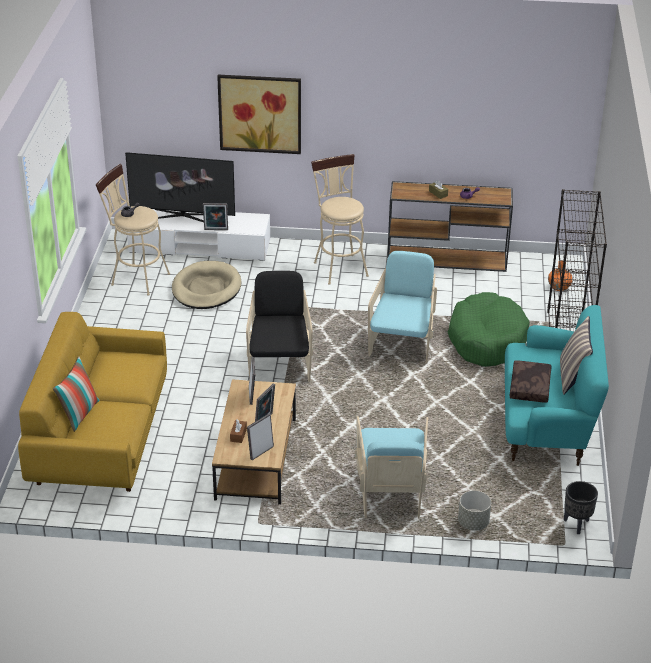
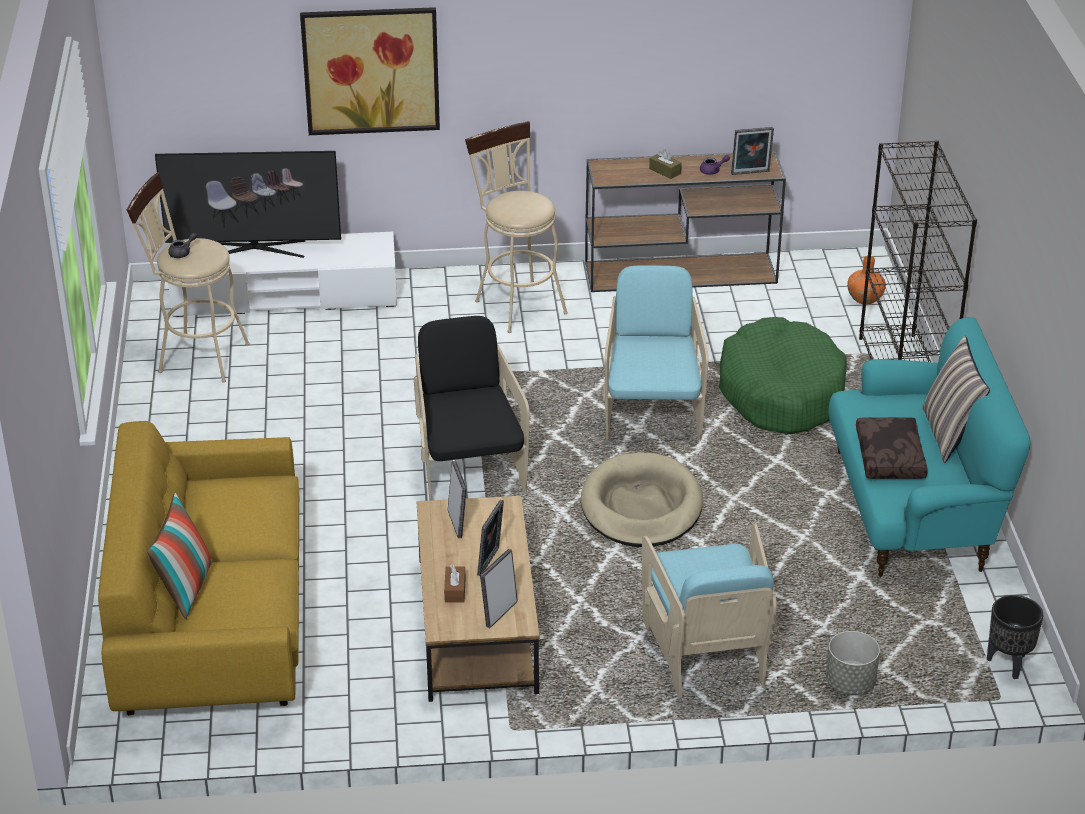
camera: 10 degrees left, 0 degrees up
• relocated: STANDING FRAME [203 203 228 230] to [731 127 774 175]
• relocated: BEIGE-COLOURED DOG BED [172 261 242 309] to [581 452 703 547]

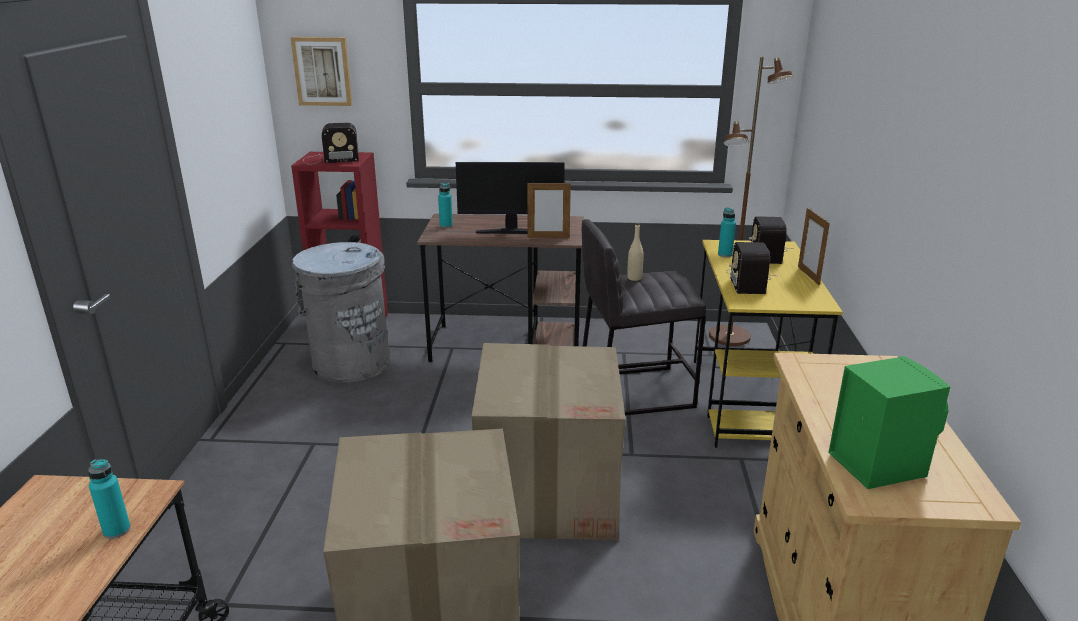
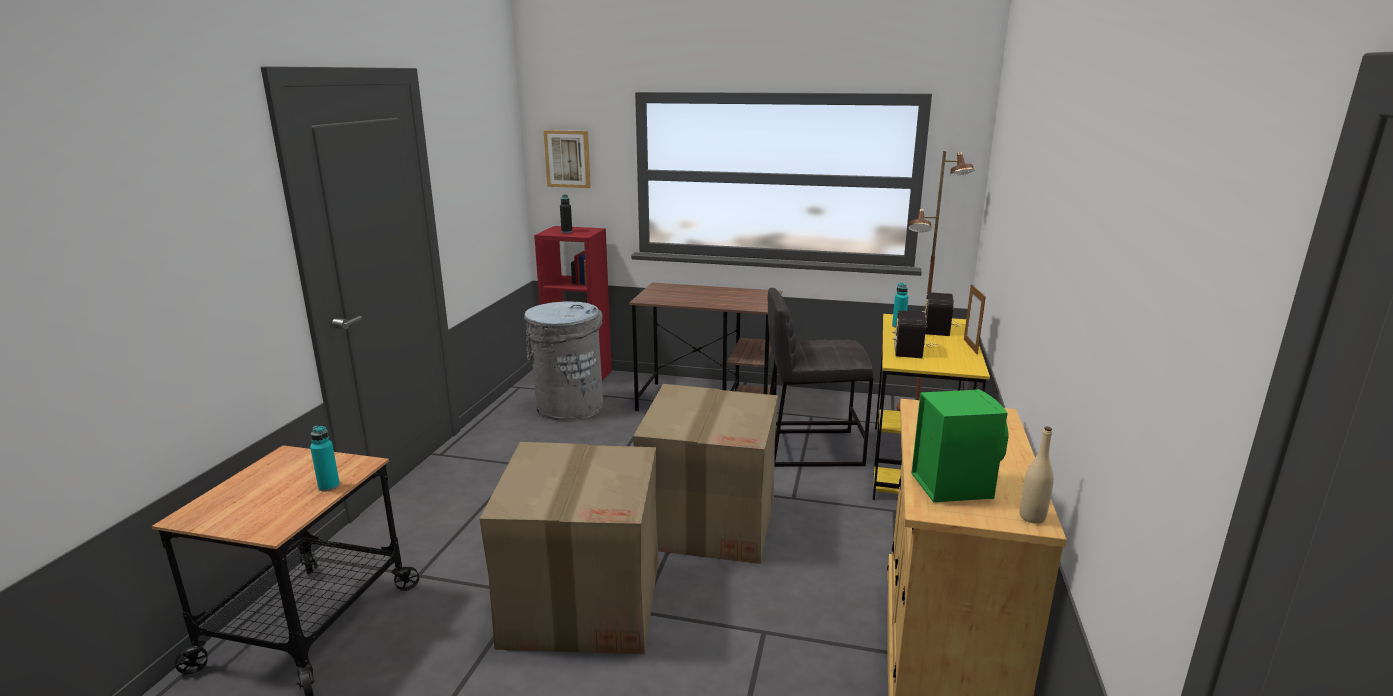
camera: 10 degrees right, 5 degrees down
• exchanged: RADIO RECEIVER [303 123 359 164] to BLACK-COLOURED DRINK BOTTLE [560 195 572 233]
• missing: COMPUTER SCREEN [456 162 565 234]
• missing: STANDING FRAME [527 181 571 238]
• missing: TURQUOISE-COLOURED DRINK BOTTLE [438 183 453 228]
• relocated: BEIGE-COLOURED DRINK BOTTLE [627 223 644 281] to [1020 427 1054 524]

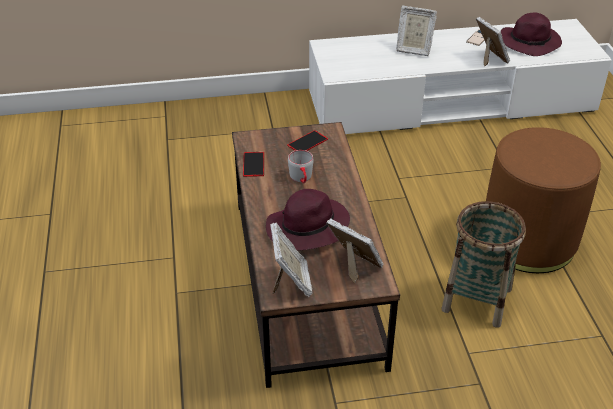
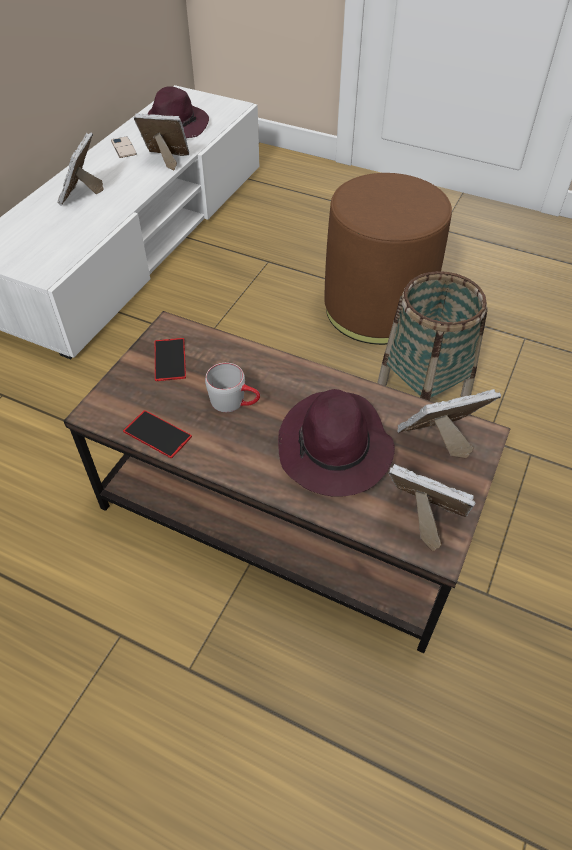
camera: 55 degrees left, 10 degrees up
• spun: STANDING FRAME [396 6 437 56] = [57 132 104 206] 135 degrees clockwise

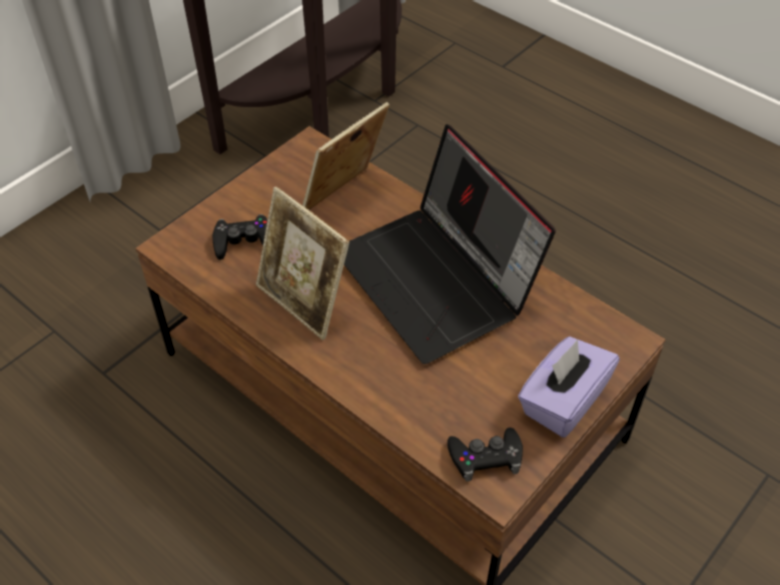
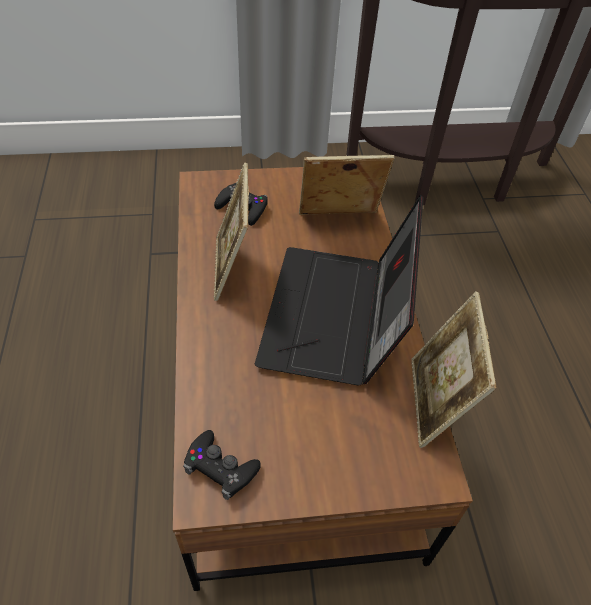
camera: 40 degrees right, 0 degrees up
• missing: PURPLISH BOX OF TISSUES [518 337 620 438]
• appeared: STANDING FRAME [411 291 496 448]

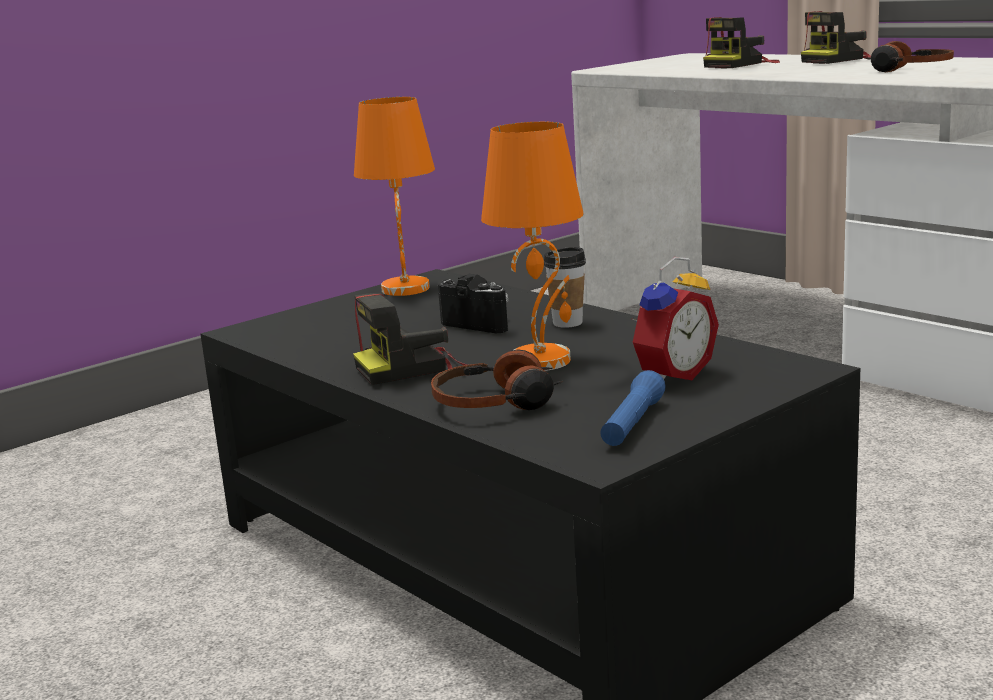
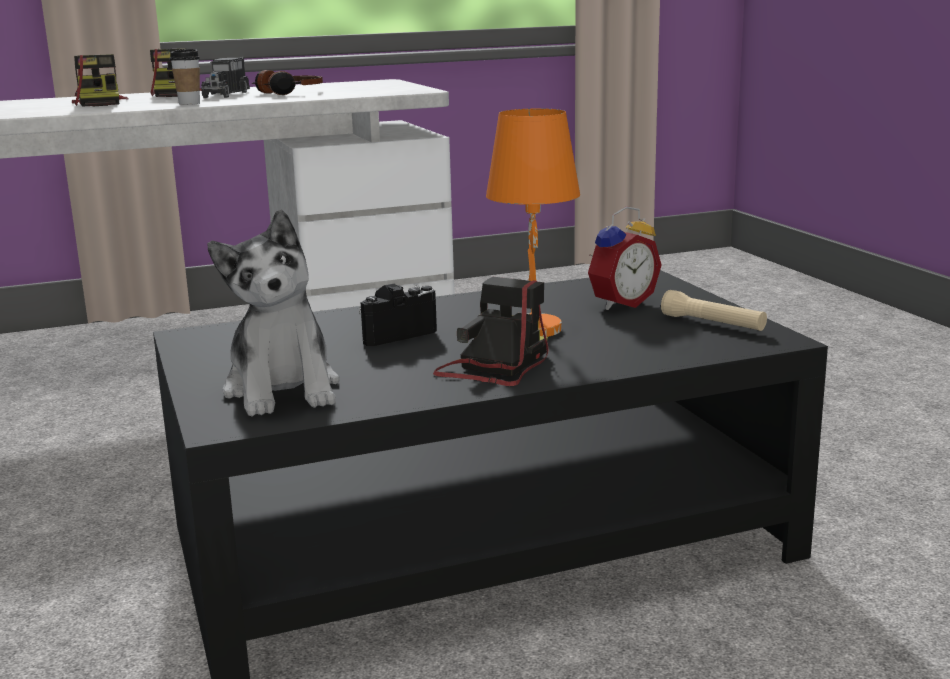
camera: 70 degrees left, 0 degrees up
• missing: ORANGE-COLOURED LAMP FOR A TABLE [354 97 435 296]
• relocated: CUP [544 247 586 328] to [170 49 200 105]
• spun: ALARM CLOCK [632 257 719 380] = [588 206 662 310] 75 degrees clockwise
• spun: PHOTO CAMERA [353 293 468 385] = [433 276 548 386] 150 degrees counterclockwise
• missing: PAIR OF HEADPHONES [431 349 563 410]
• colour: BLUE HAND TORCH [600 370 666 446] to BEIGE-COLOURED HAND TORCH [661 290 767 331]
• appeared: TOY TRUCK [201 57 250 98]
• appeared: SOFT TOY [207 209 340 417]

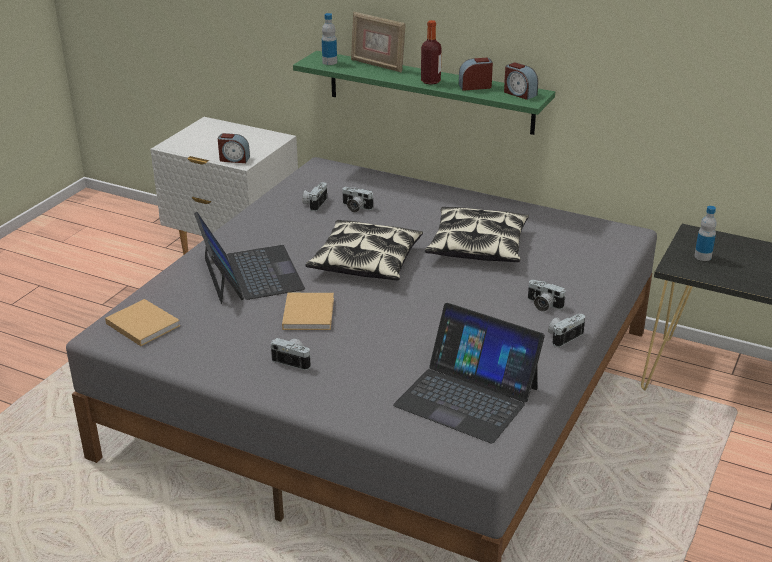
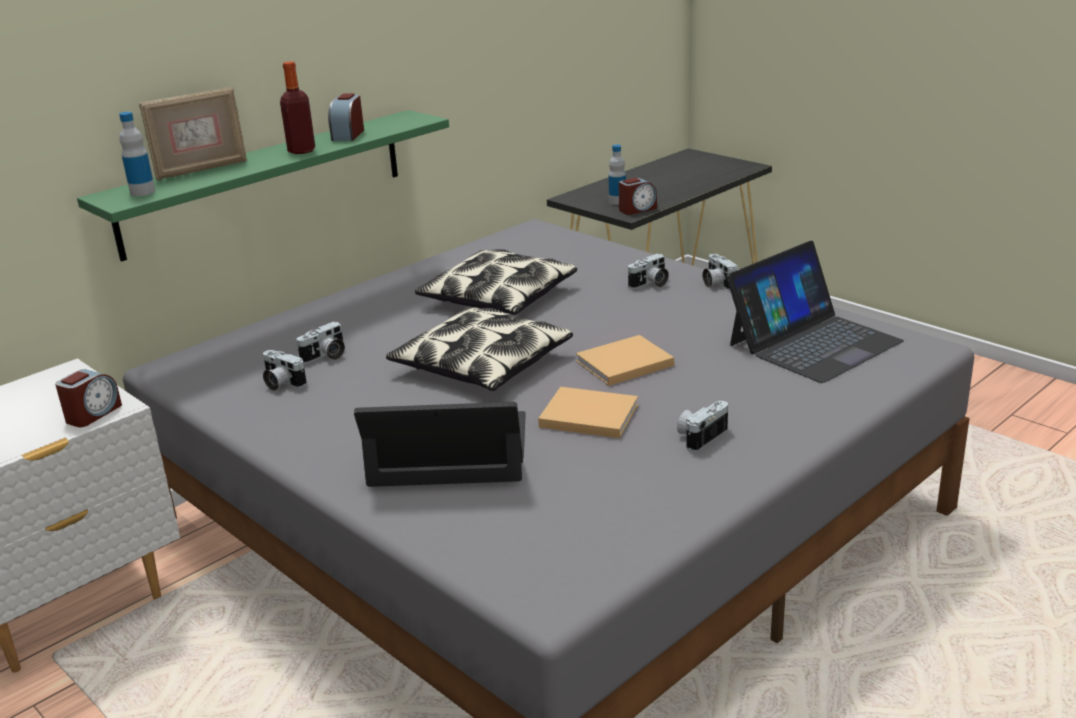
camera: 70 degrees left, 5 degrees down
• relocated: ALARM CLOCK [504 62 538 100] to [619 178 657 215]
• relocated: BEIGE-COLOURED BOUND BOOK [105 299 180 346] to [576 335 674 386]

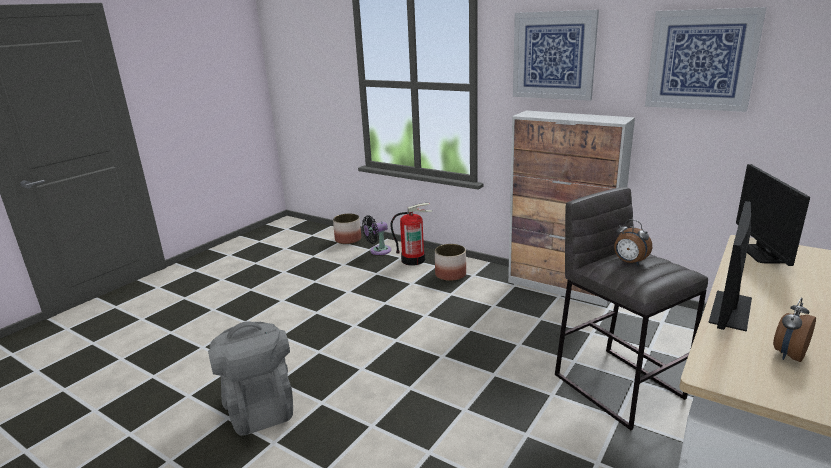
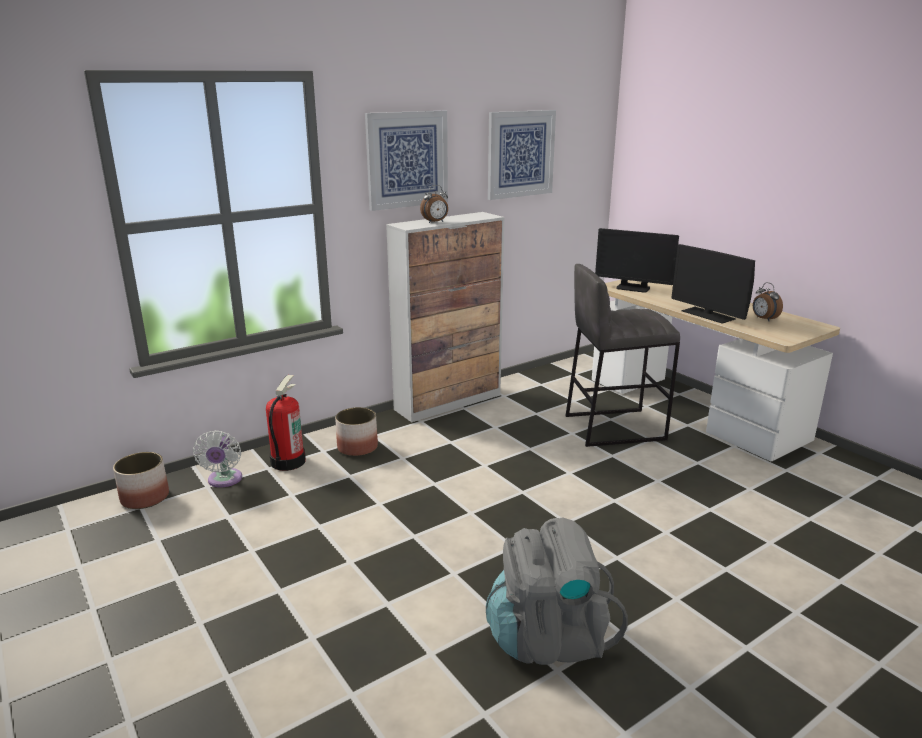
camera: 70 degrees left, 0 degrees up
• colour: BLACK-COLOURED FAN [362 216 391 255] to WHITE-COLOURED FAN [193 430 242 488]
• relocated: ALARM CLOCK [614 219 652 265] to [420 185 448 223]

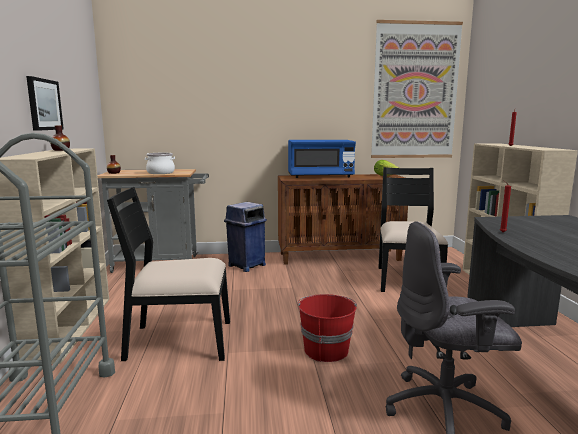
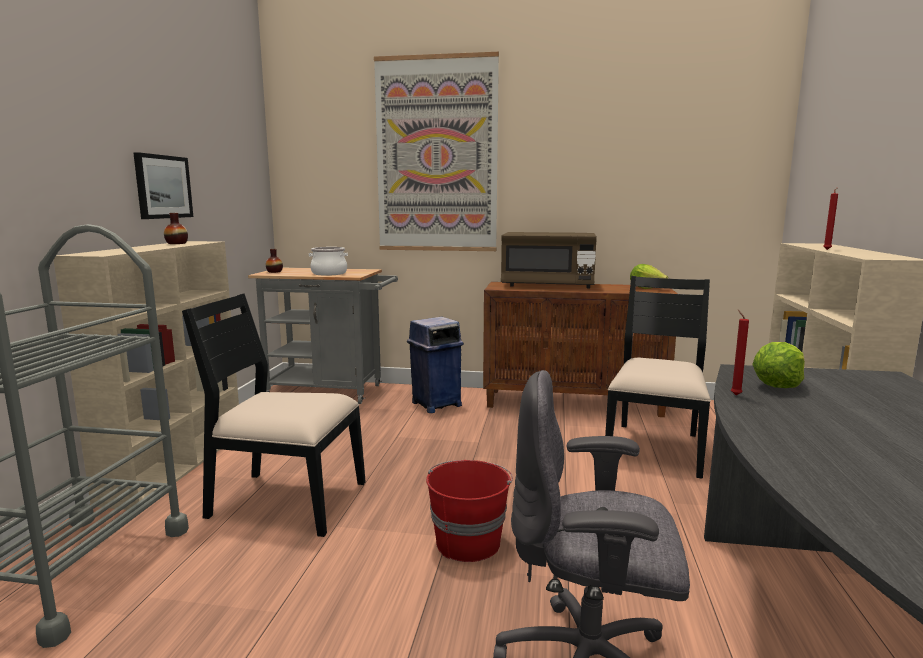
camera: 15 degrees right, 0 degrees up
• relocated: PICTURE [371 20 463 158] to [374 52 499 251]
• colour: BLUE MICROWAVE OVEN [288 140 356 178] to BROWNISH MICROWAVE OVEN [501 232 597 289]
• appeared: HEAD OF LETTUCE [752 342 805 388]

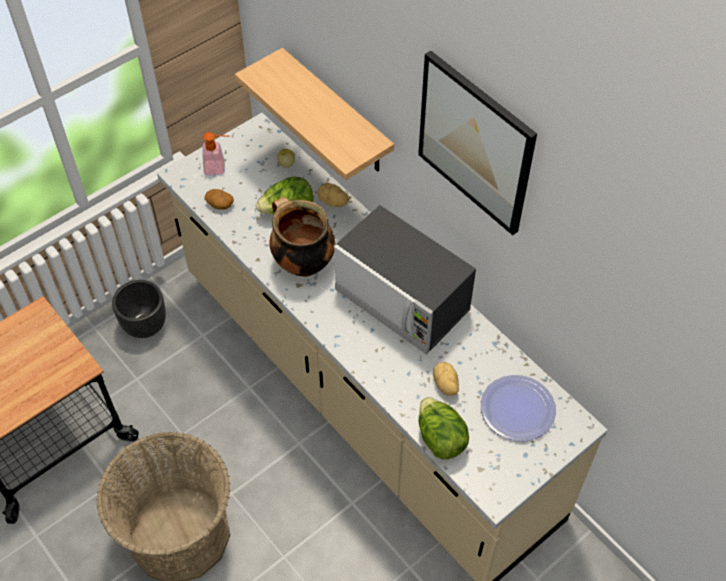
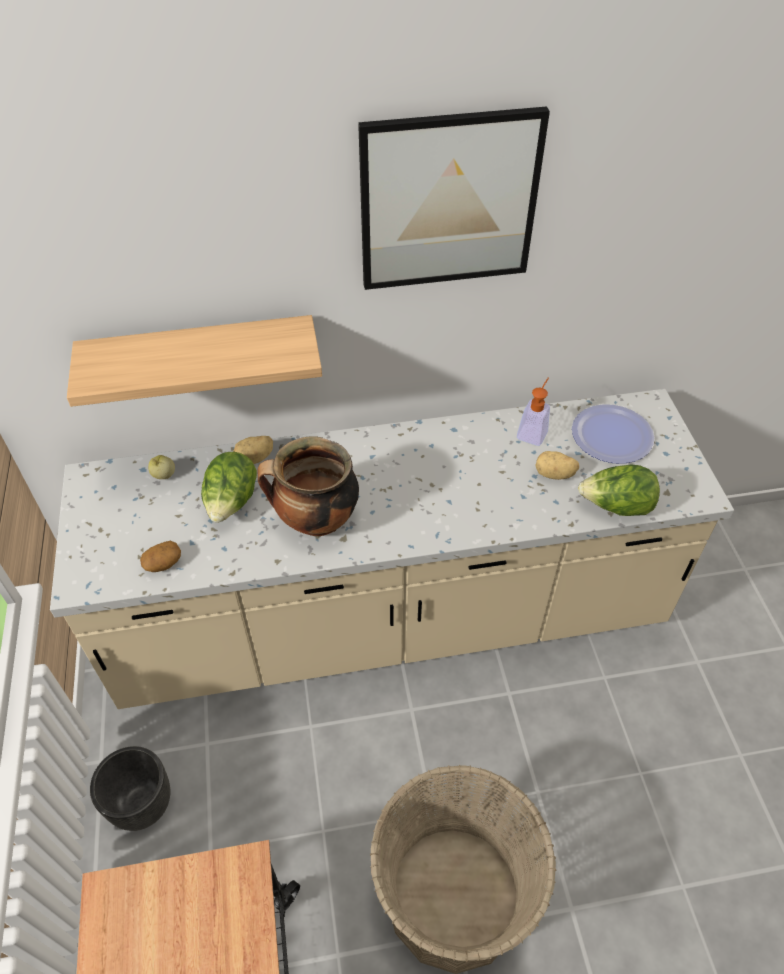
camera: 60 degrees left, 5 degrees down
• relocated: SOAP DISPENSER [202 132 229 175] to [517 377 550 446]
• missing: MICROWAVE OVEN [334 205 476 354]

